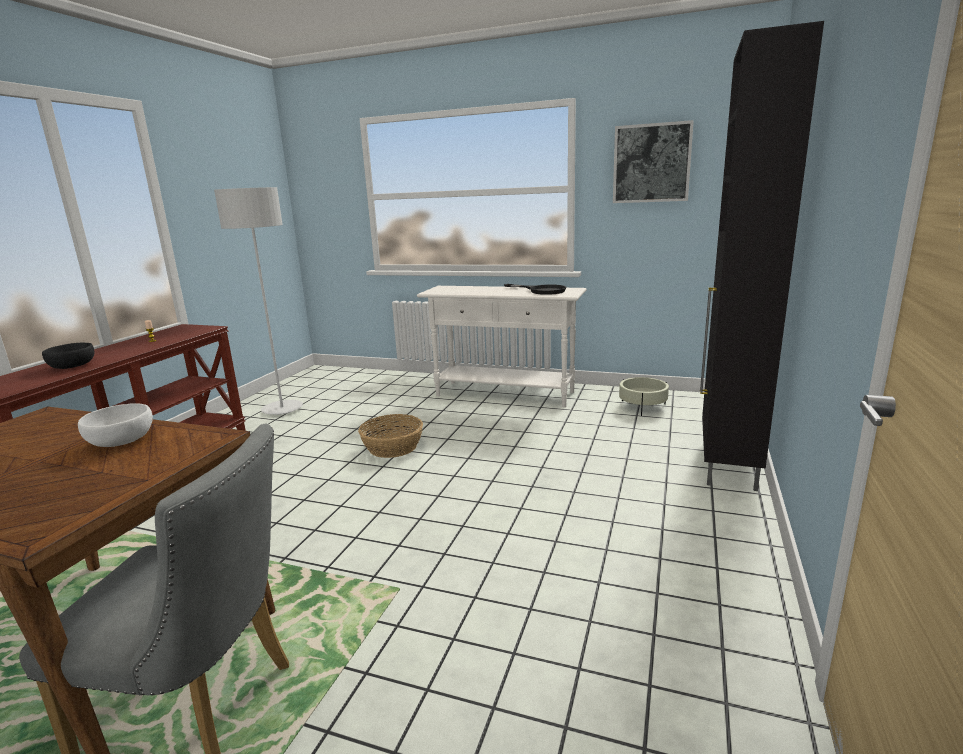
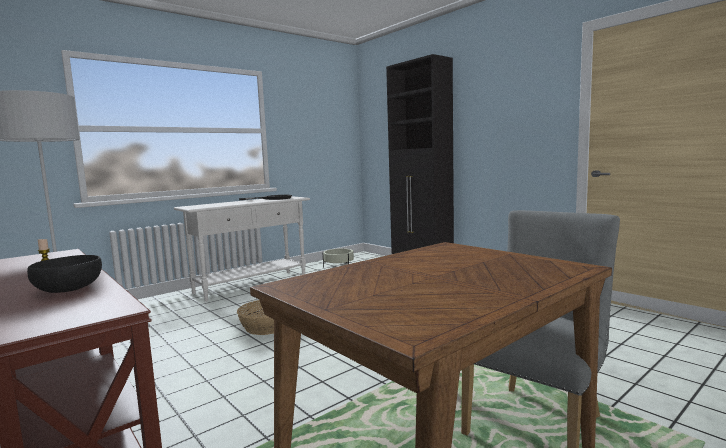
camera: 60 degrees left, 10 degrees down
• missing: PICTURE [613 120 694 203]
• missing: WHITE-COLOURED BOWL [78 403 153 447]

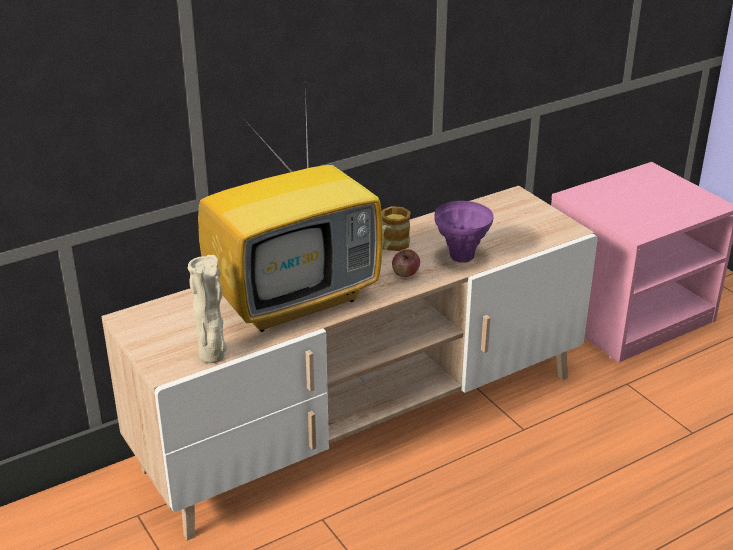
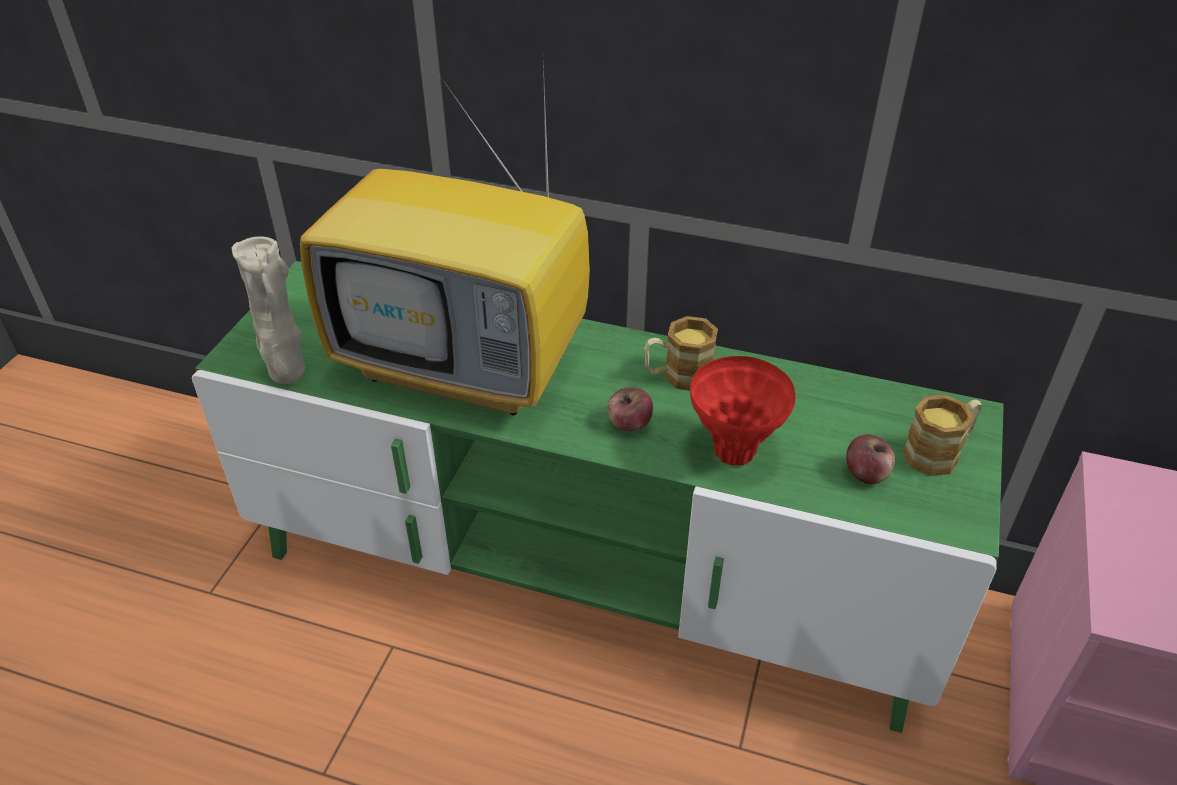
camera: 50 degrees right, 10 degrees up
• colour: BEIGE-COLOURED TV UNIT [101 186 598 541] to GREEN-COLOURED TV UNIT [192 261 1004 733]
• colour: PURPLISH FLOWER VASE [434 201 494 263] to RED-COLOURED FLOWER VASE [690 356 796 466]
• appeared: MUG [902 395 982 476]
• appeared: APPLE [846 434 895 484]

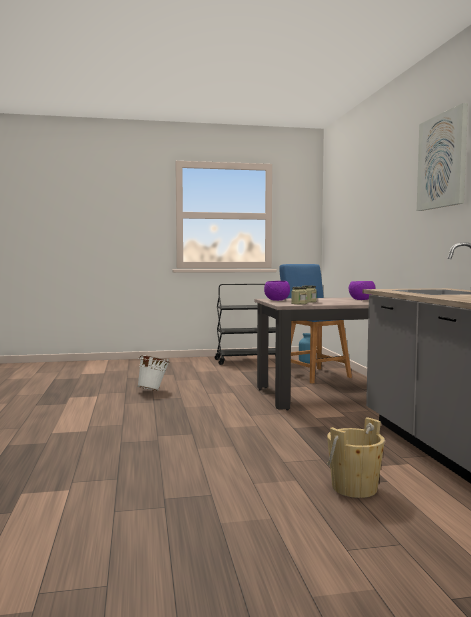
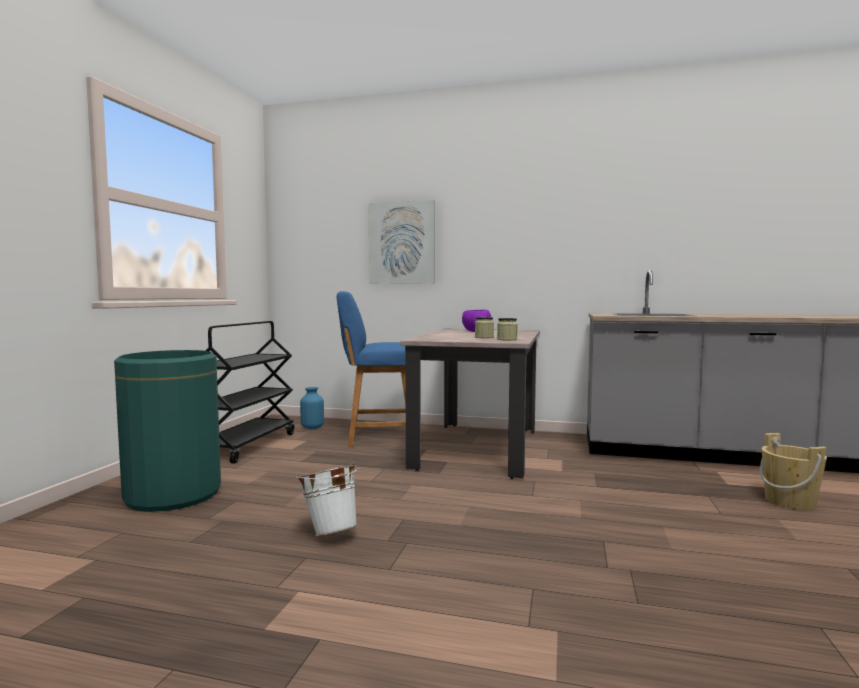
camera: 65 degrees left, 0 degrees up
• relocated: PICTURE [417 103 468 211] to [369 200 435 284]
• missing: PURPLISH BOWL [264 281 290 301]
• appeared: GREEN-COLOURED RUBBISH BIN [114 350 221 512]

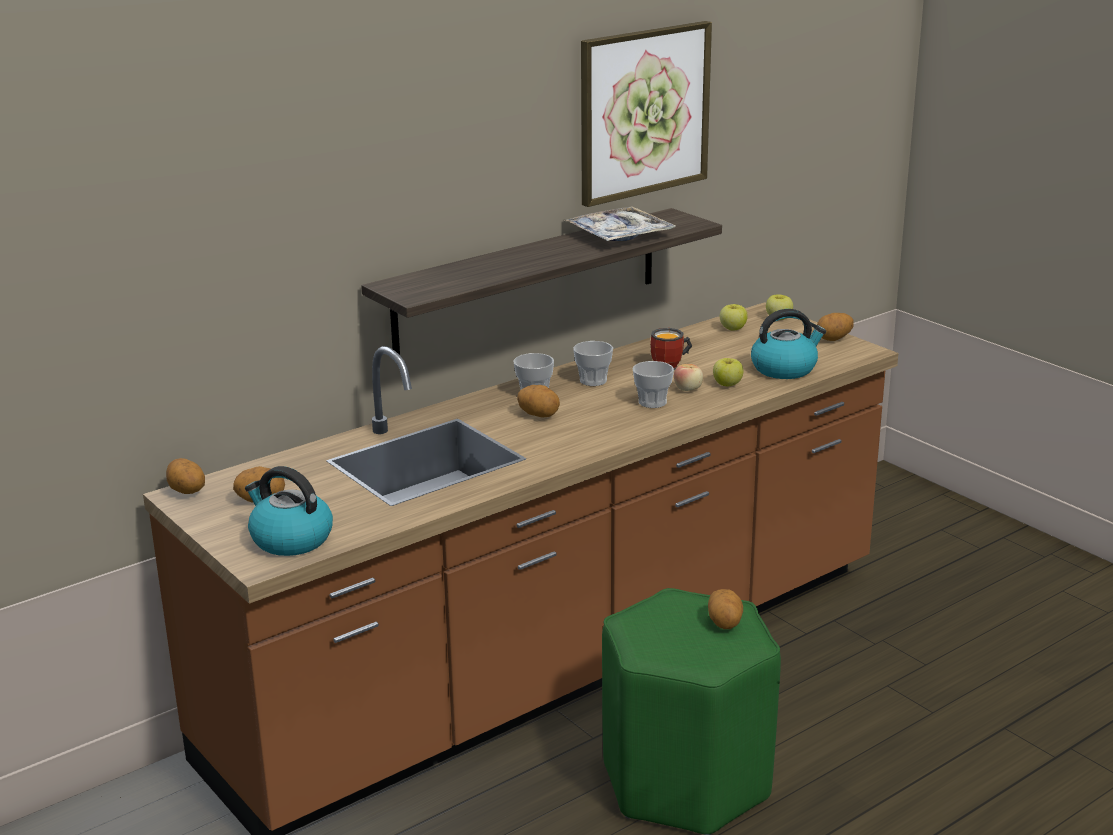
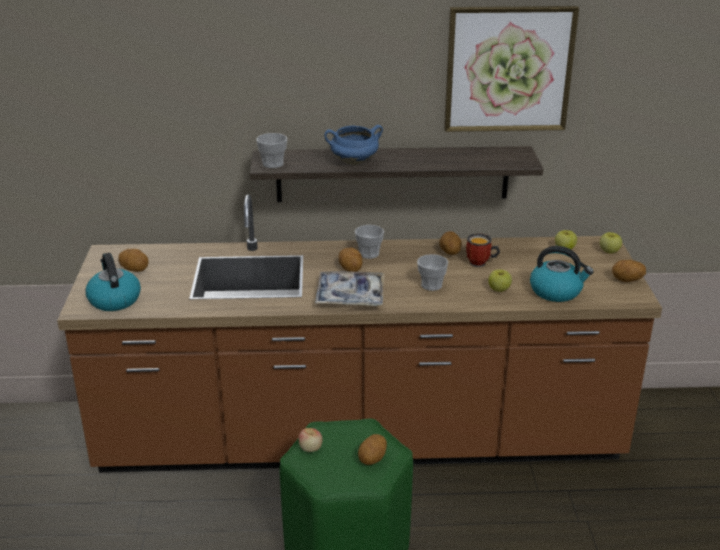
camera: 35 degrees right, 5 degrees up
• relocated: SERVING TRAY [564 206 676 241] to [315 271 384 306]
• relocated: CUP [573 341 613 386] to [256 133 287 168]
• relocated: APPLE [674 364 703 391] to [298 428 323 452]
• relocated: SPUD [166 458 205 494] to [439 231 462 255]
• appeared: BLUE SAUCEPOT [324 125 383 165]

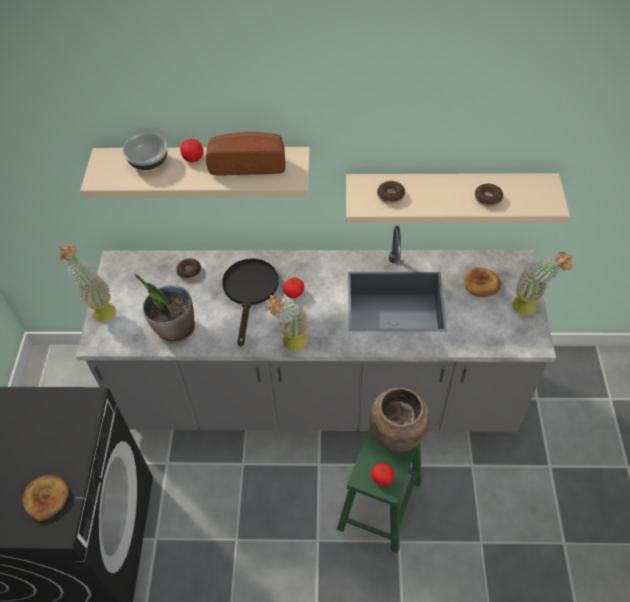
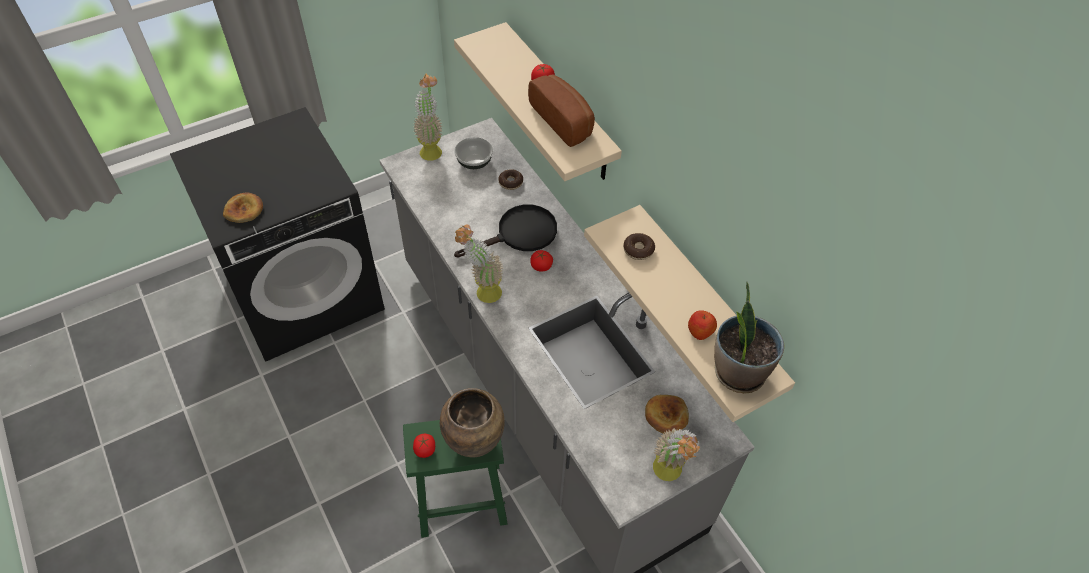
camera: 55 degrees right, 0 degrees up
• relocated: BOWL [123 133 168 170] to [454 137 493 169]
• exchanged: DONUT [475 184 503 207] to APPLE [688 310 717 340]
• relocated: HOUSEPLANT [135 274 195 343] to [714 282 784 393]

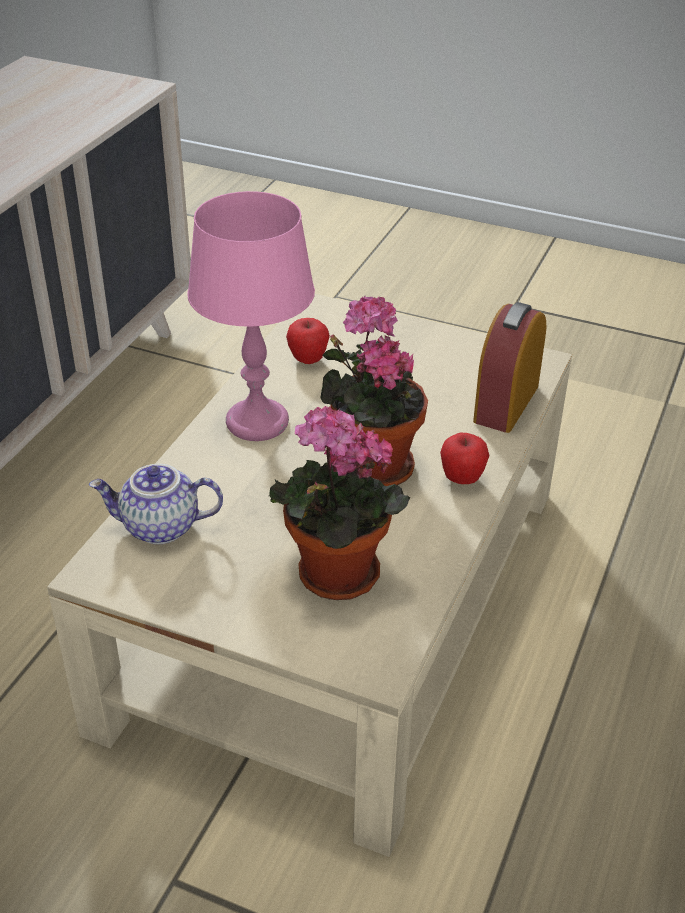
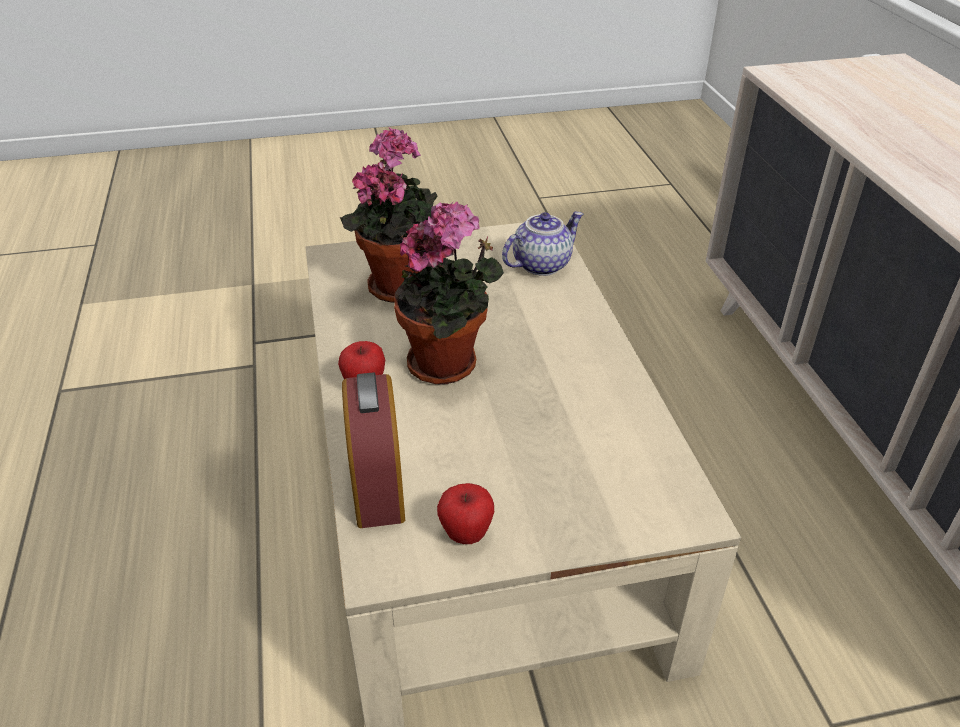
camera: 145 degrees right, 0 degrees up
• missing: PINK-COLOURED LAMP FOR A TABLE [187 191 315 441]
• relocated: APPLE [286 318 330 364] to [437 483 494 544]

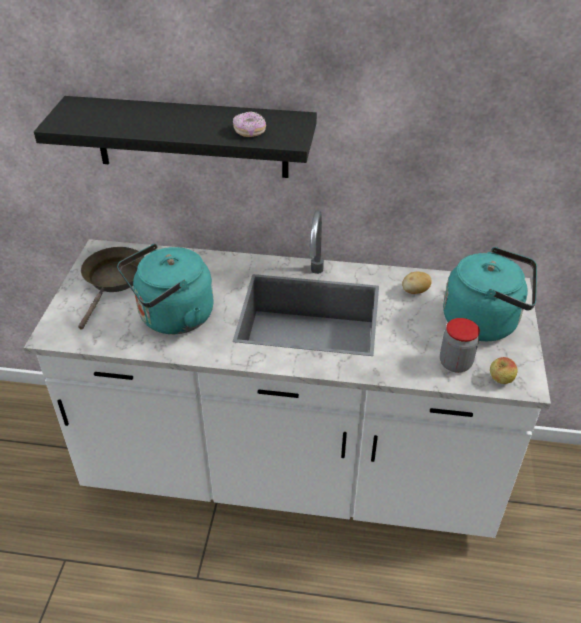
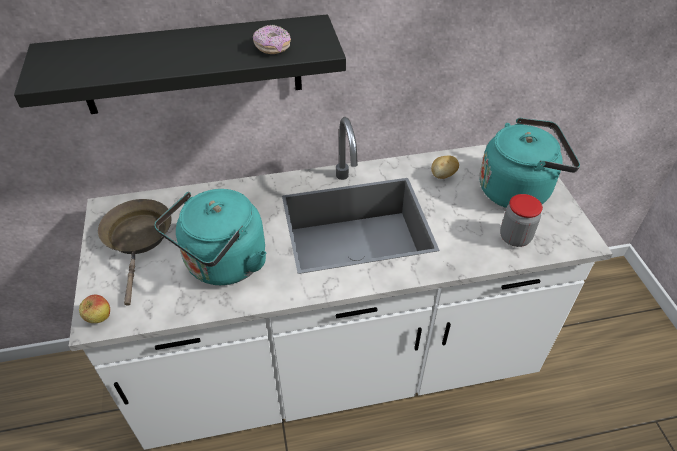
camera: 20 degrees left, 5 degrees up
• relocated: APPLE [490 357 518 384] to [79 295 110 323]

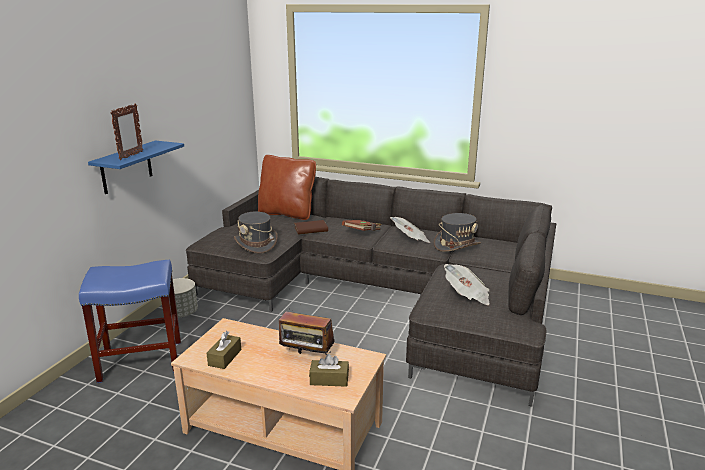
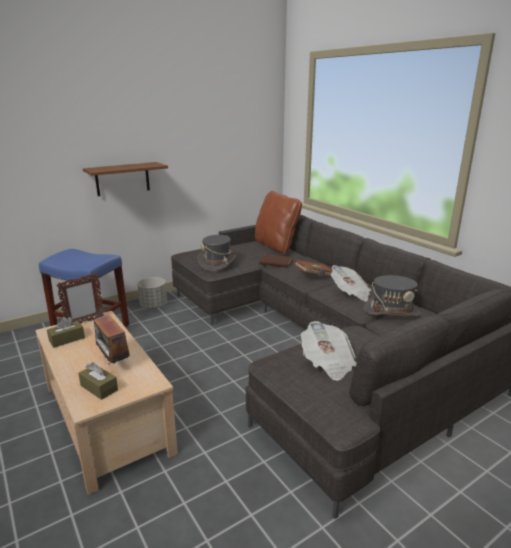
camera: 35 degrees right, 0 degrees up
• relocated: STANDING FRAME [111 104 144 160] to [56 273 104 323]
• colour: BLUE BRACKET SHELF [88 141 184 194] to BROWNISH BRACKET SHELF [83 162 168 196]

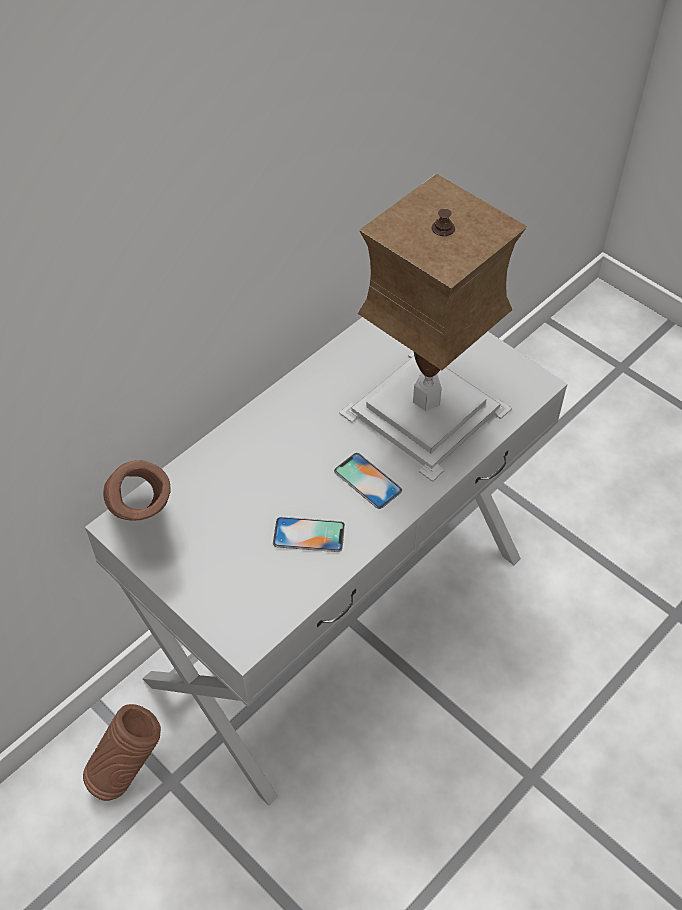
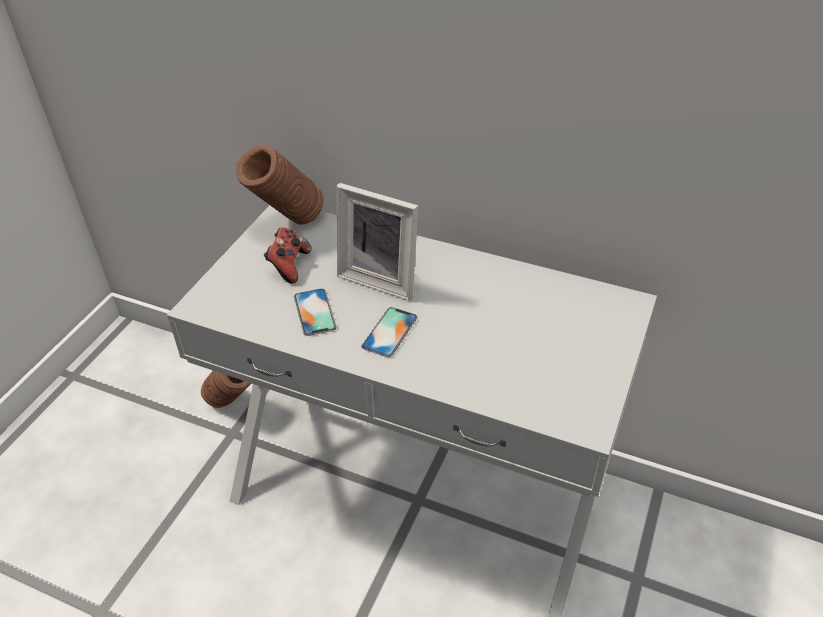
camera: 70 degrees right, 10 degrees down
• missing: LAMP FOR A TABLE [339 174 527 482]
• appeared: STANDING FRAME [337 183 418 301]
• appeared: GAME CONTROLLER [264 227 312 284]

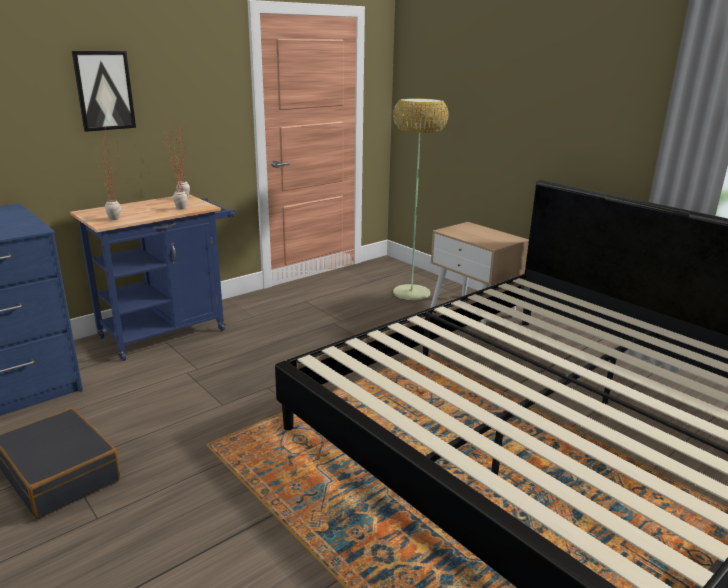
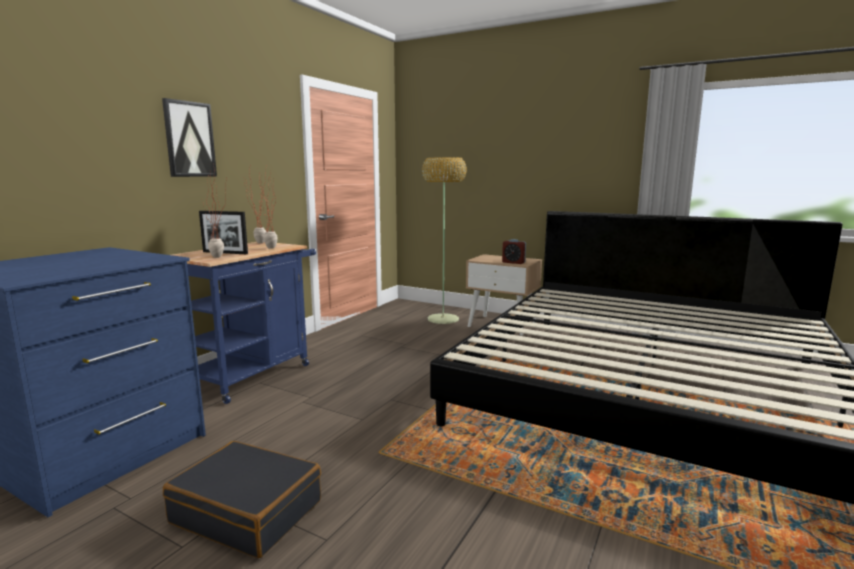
camera: 20 degrees left, 10 degrees down
• appeared: STANDING FRAME [199 211 248 254]
• appeared: ALARM CLOCK [502 239 526 264]

